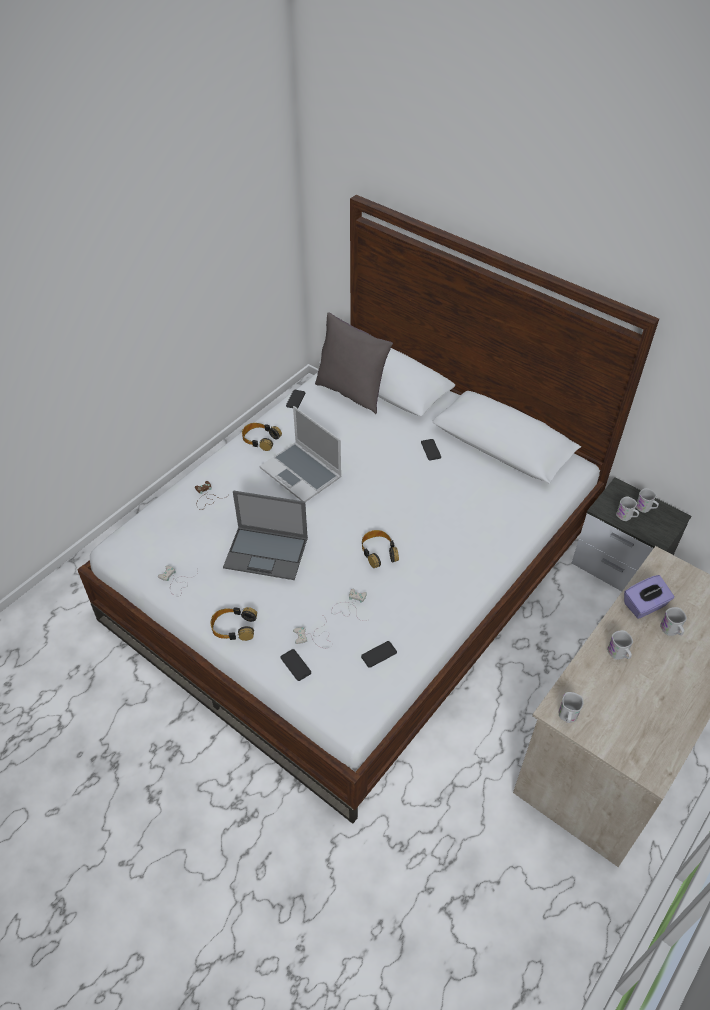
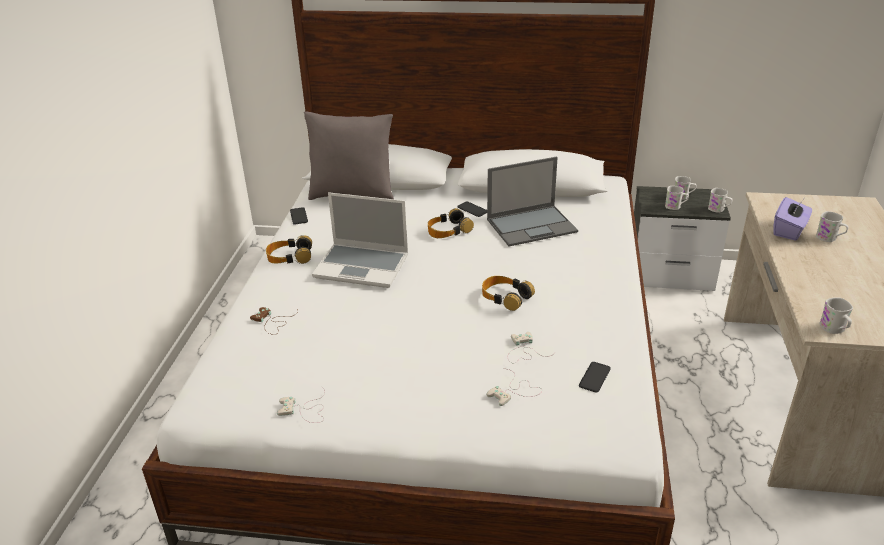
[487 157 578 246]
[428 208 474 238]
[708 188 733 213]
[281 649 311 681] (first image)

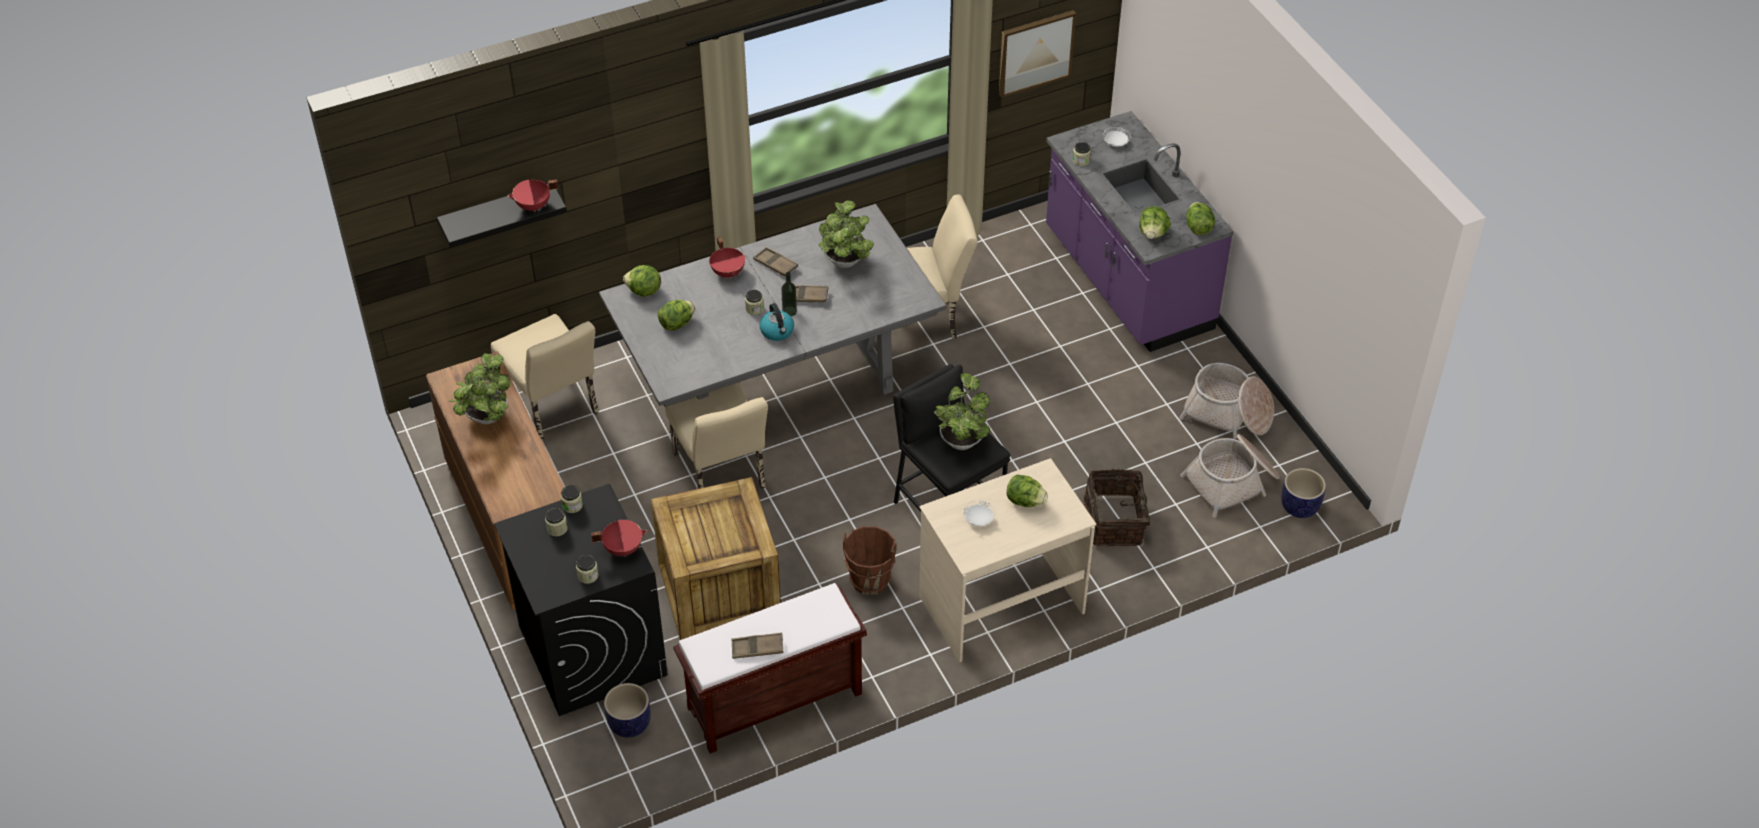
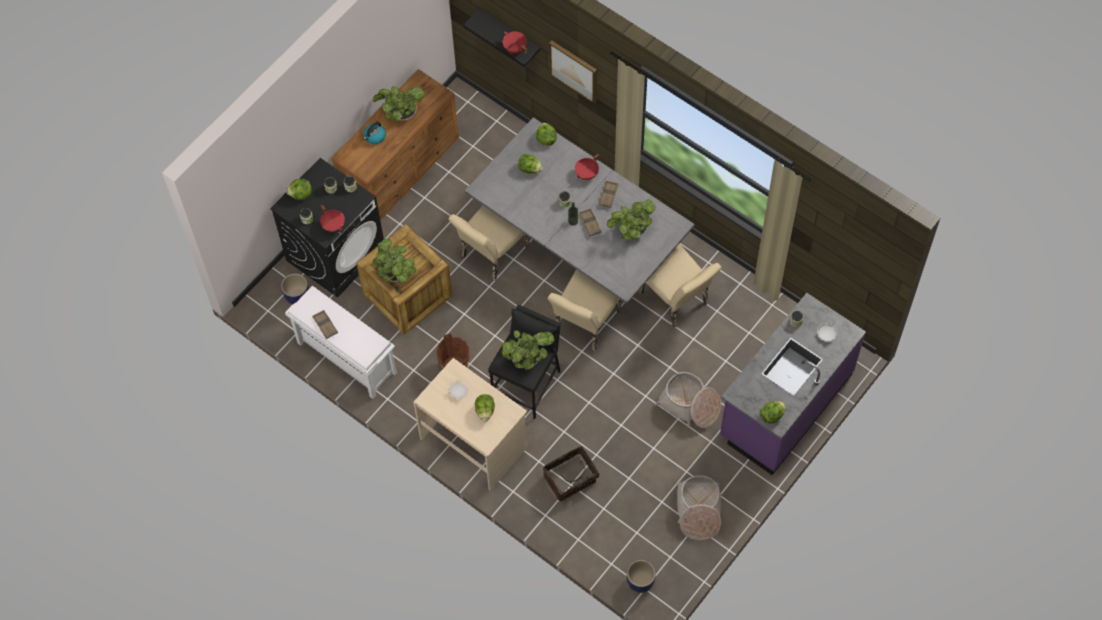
[549 41 597 103]
[286 178 312 200]
[363 122 386 144]
[548 269 621 351]
[655 372 721 428]
[285 286 397 399]
[373 239 416 283]

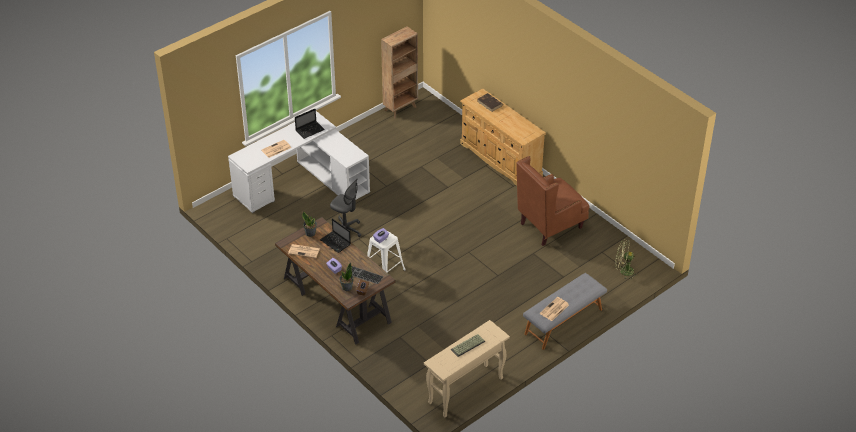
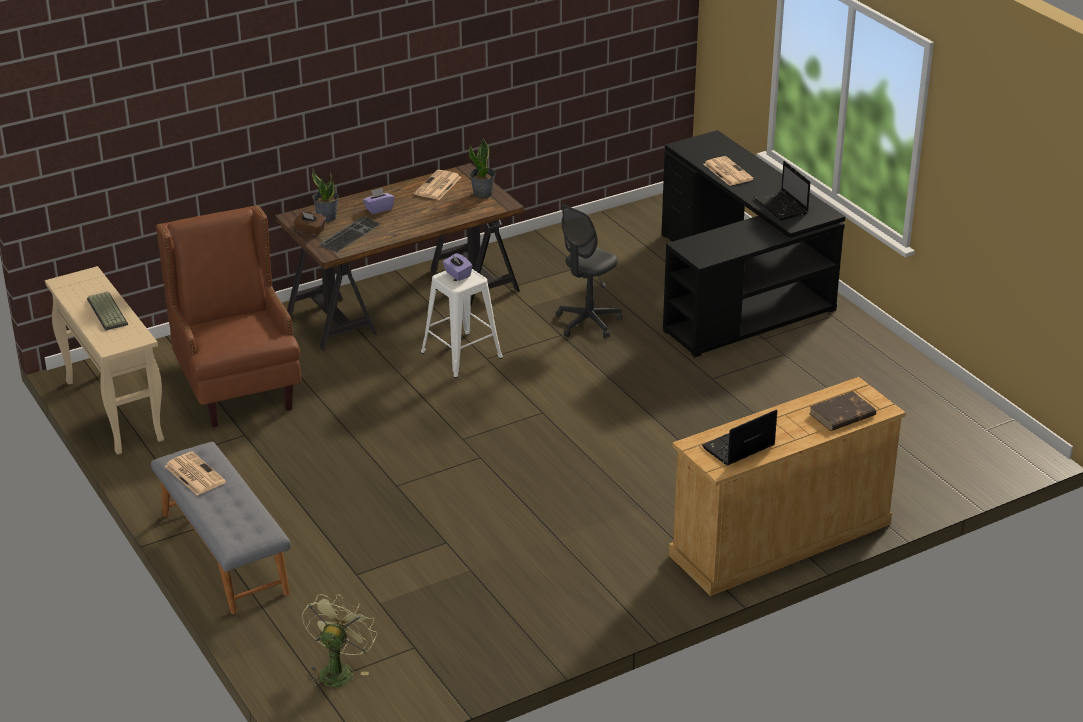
[381 26 418 119] (first image)
[661 130 846 357]
[156 206 301 427]
[702 410 777 465]

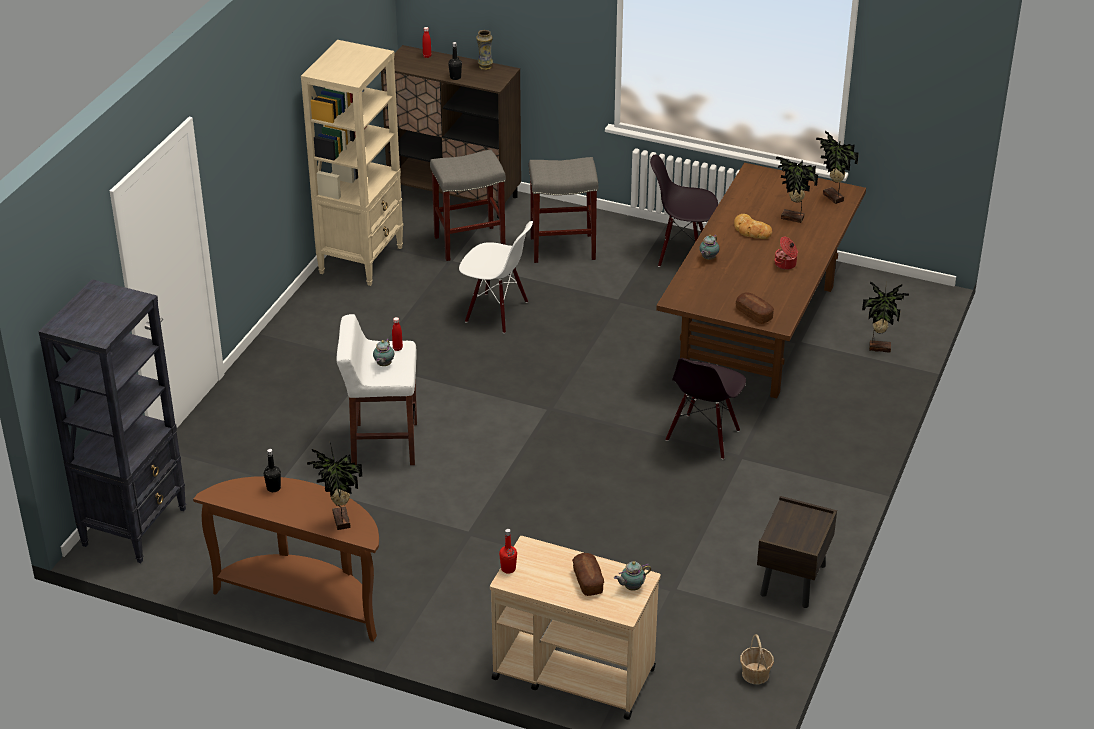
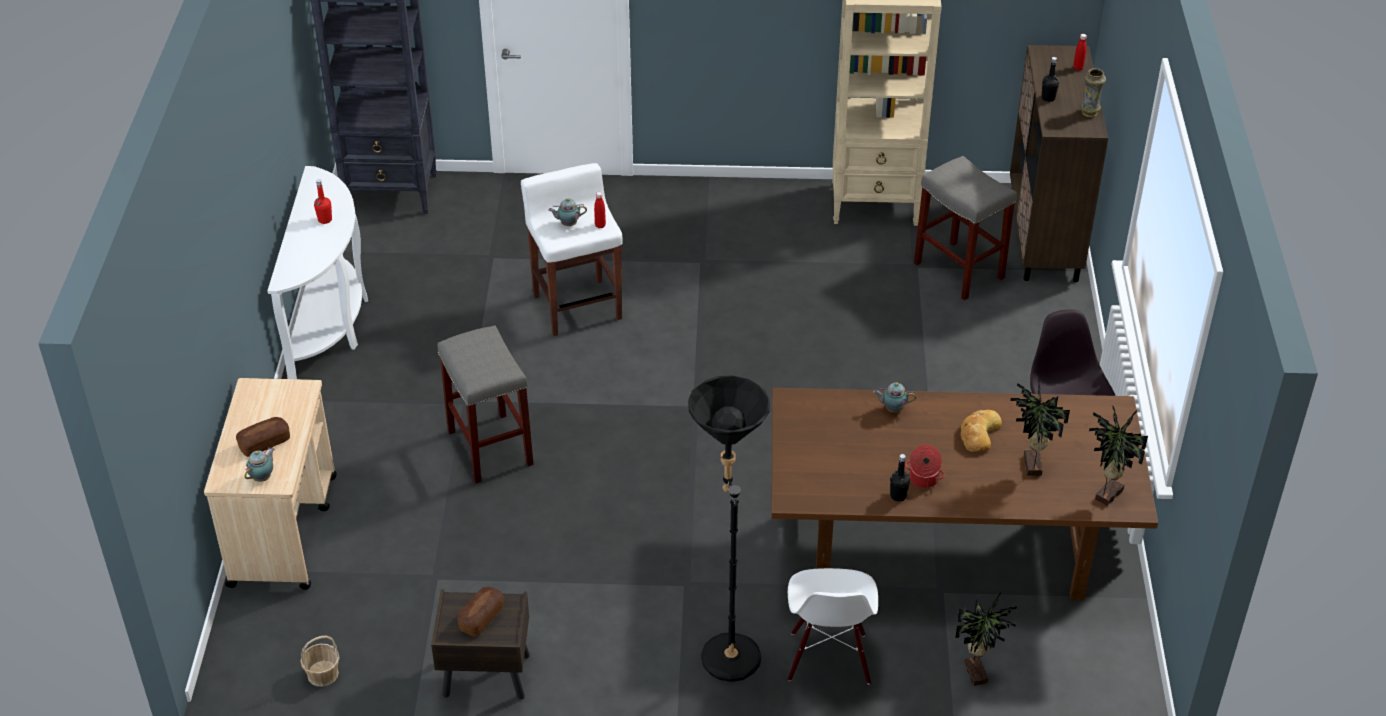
[438 326 534 483]
[788 568 878 684]
[457 587 504 637]
[666 358 746 459] (first image)
[307 443 362 530] (first image)
[890 454 910 502]
[268 166 368 379]
[314 179 332 224]
[244 448 275 482]
[688 375 770 682]

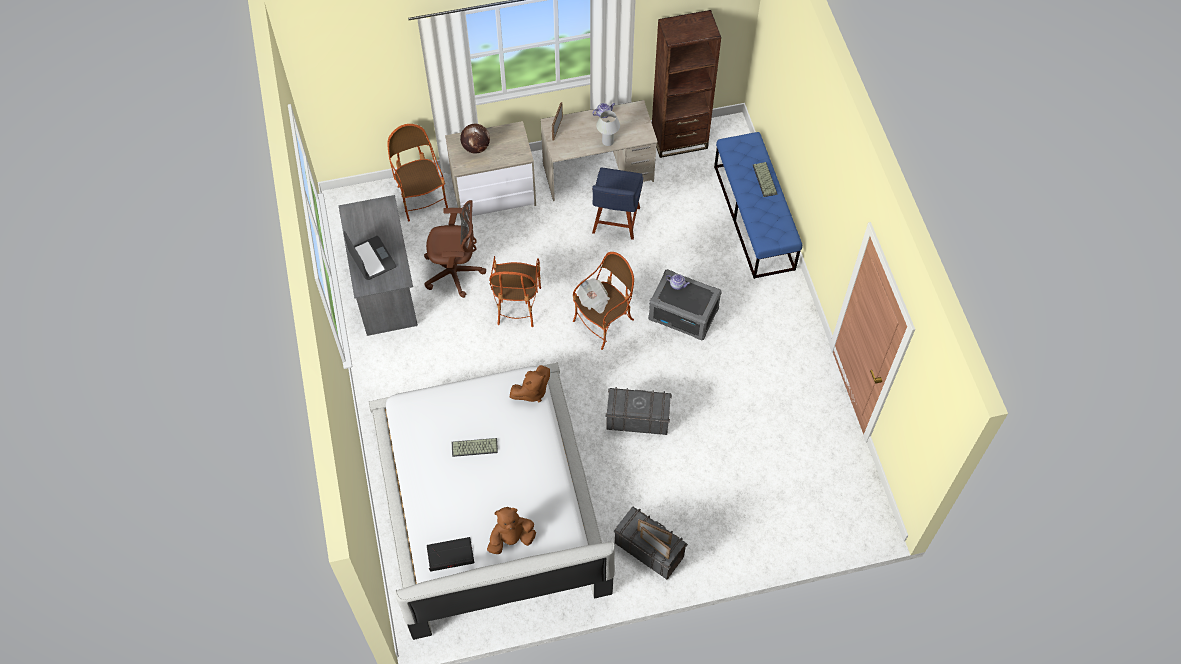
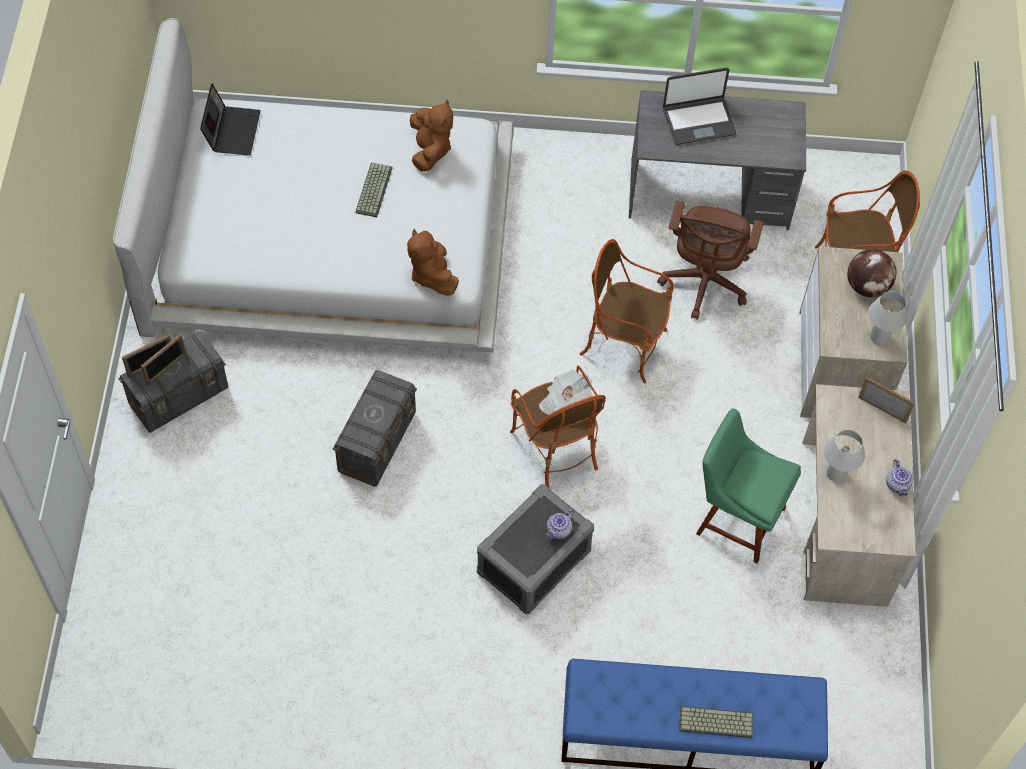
[652 10 721 158] (first image)
[696 408 801 564]
[410 100 453 172]
[868 291 908 345]

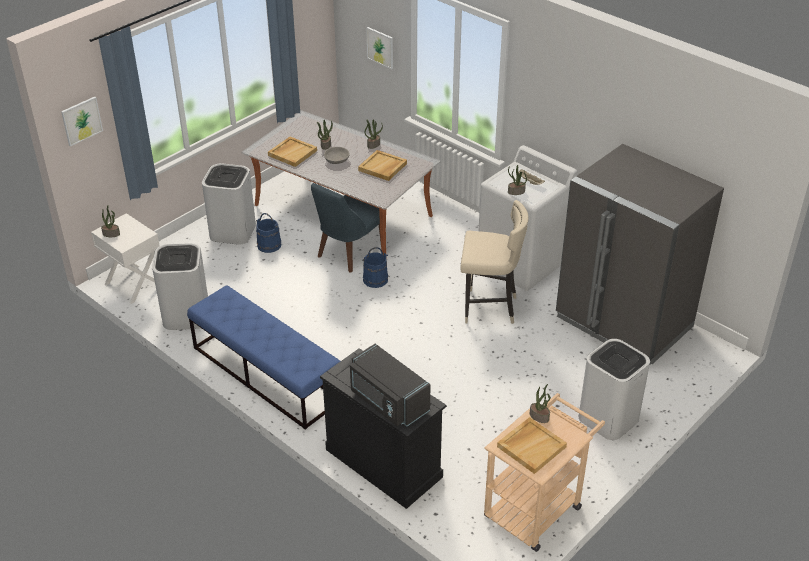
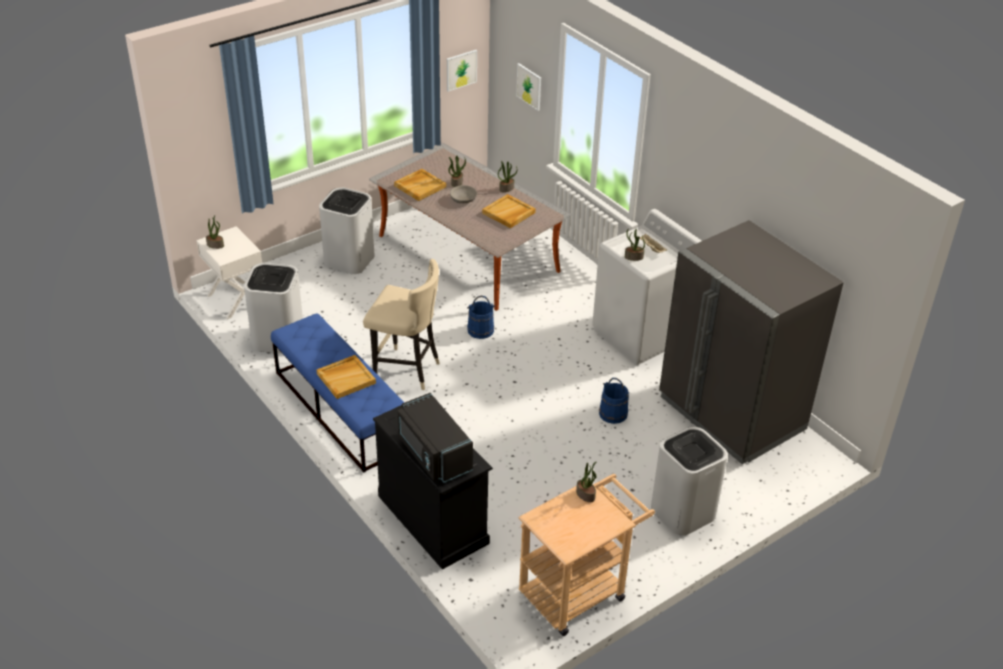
[447 50 477 92]
[311 183 381 273] (first image)
[363 259 440 390]
[599 378 629 424]
[317 355 376 399]

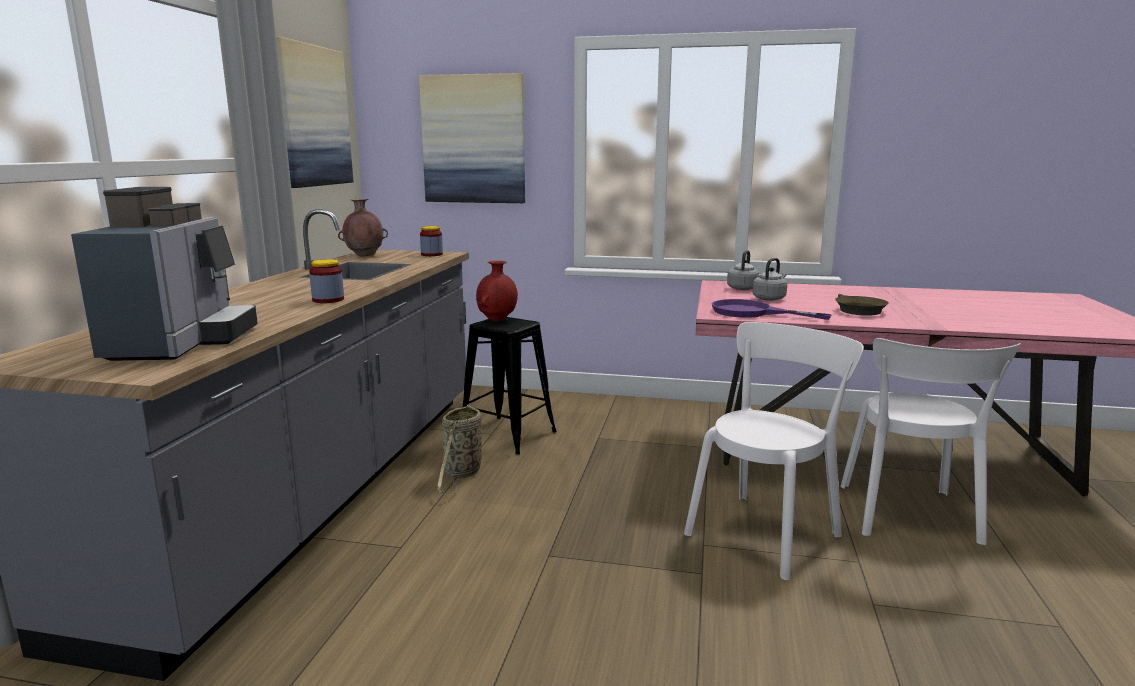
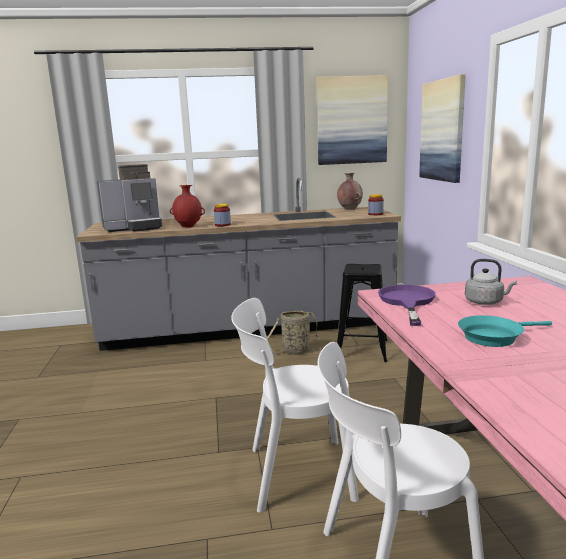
[727 250 759 290] (first image)
[170 185 205 228]
[458 315 552 347]
[231 298 359 513]

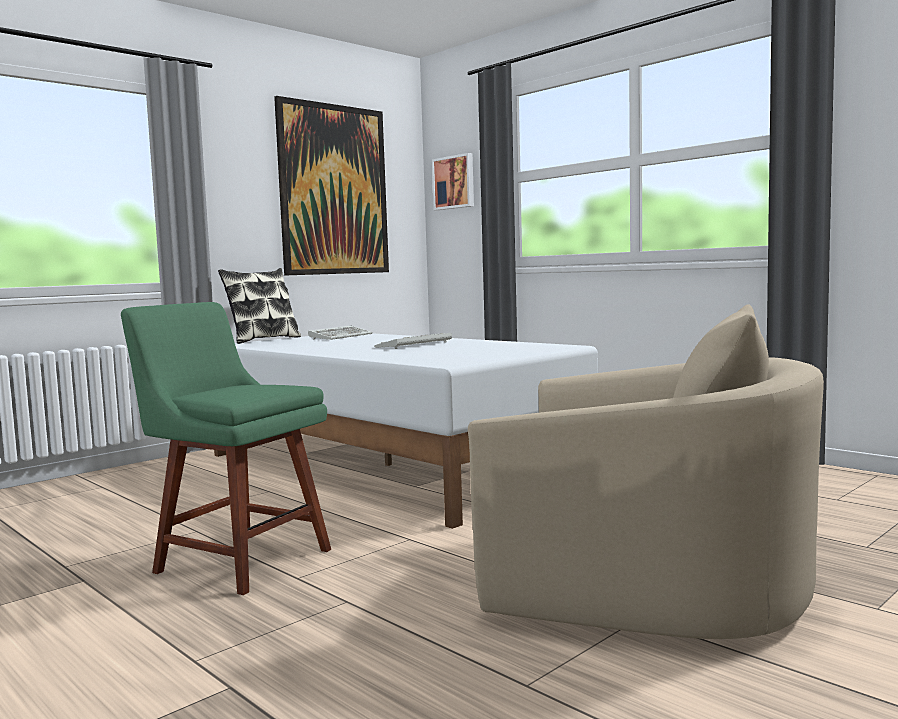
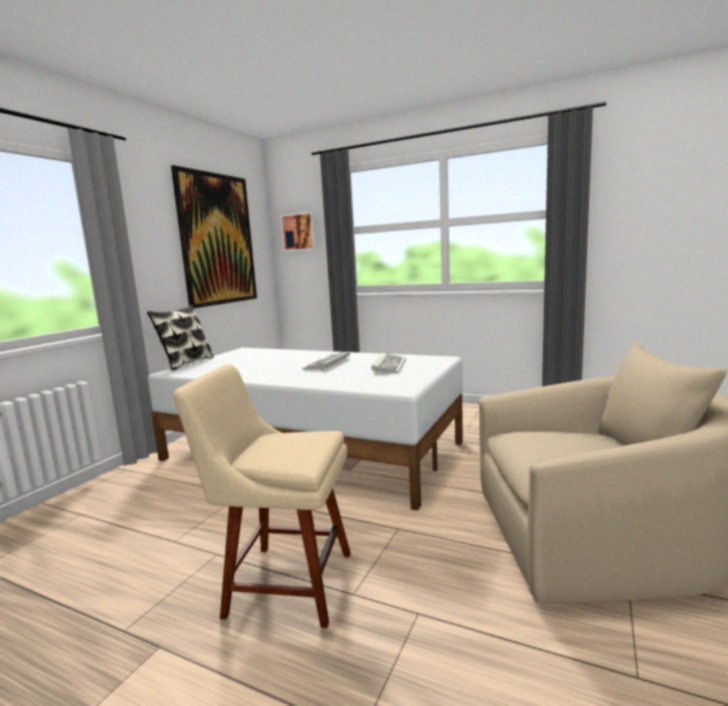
[173 364 351 628]
[371 353 406 373]

